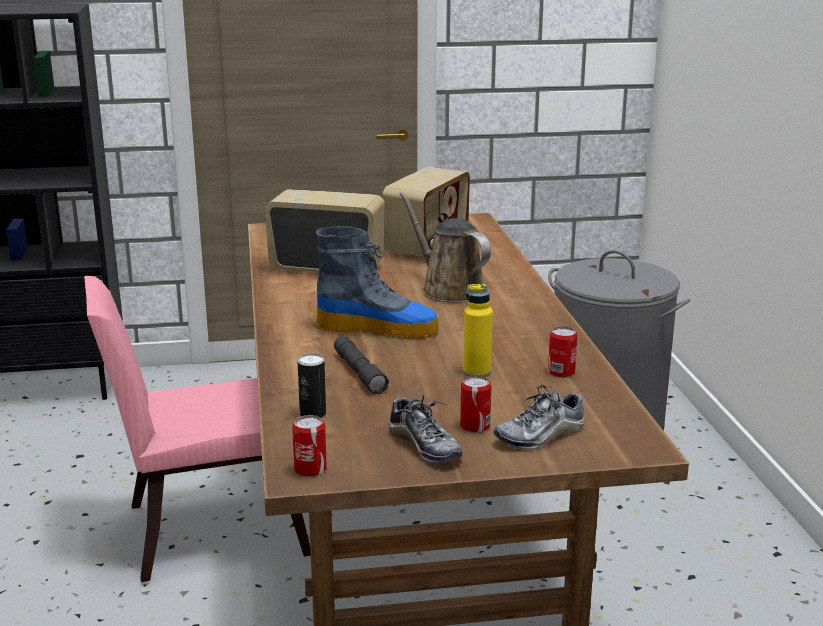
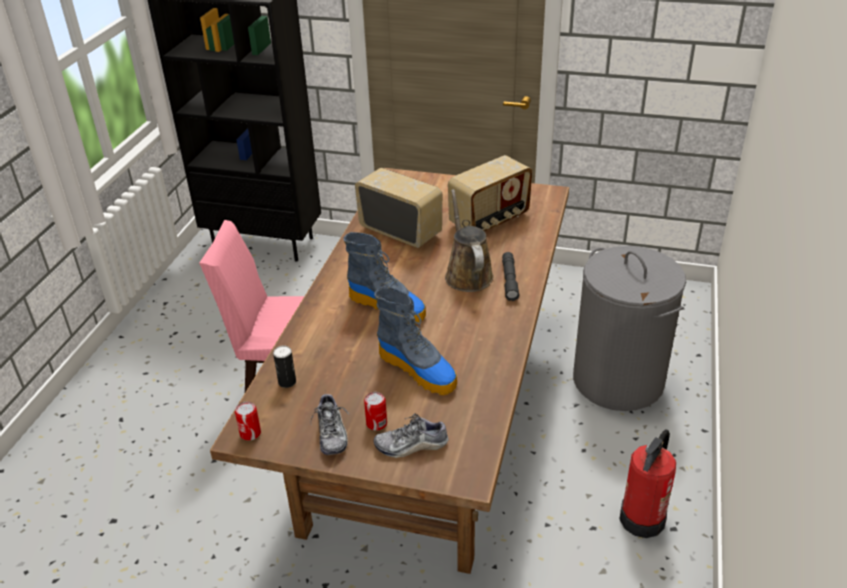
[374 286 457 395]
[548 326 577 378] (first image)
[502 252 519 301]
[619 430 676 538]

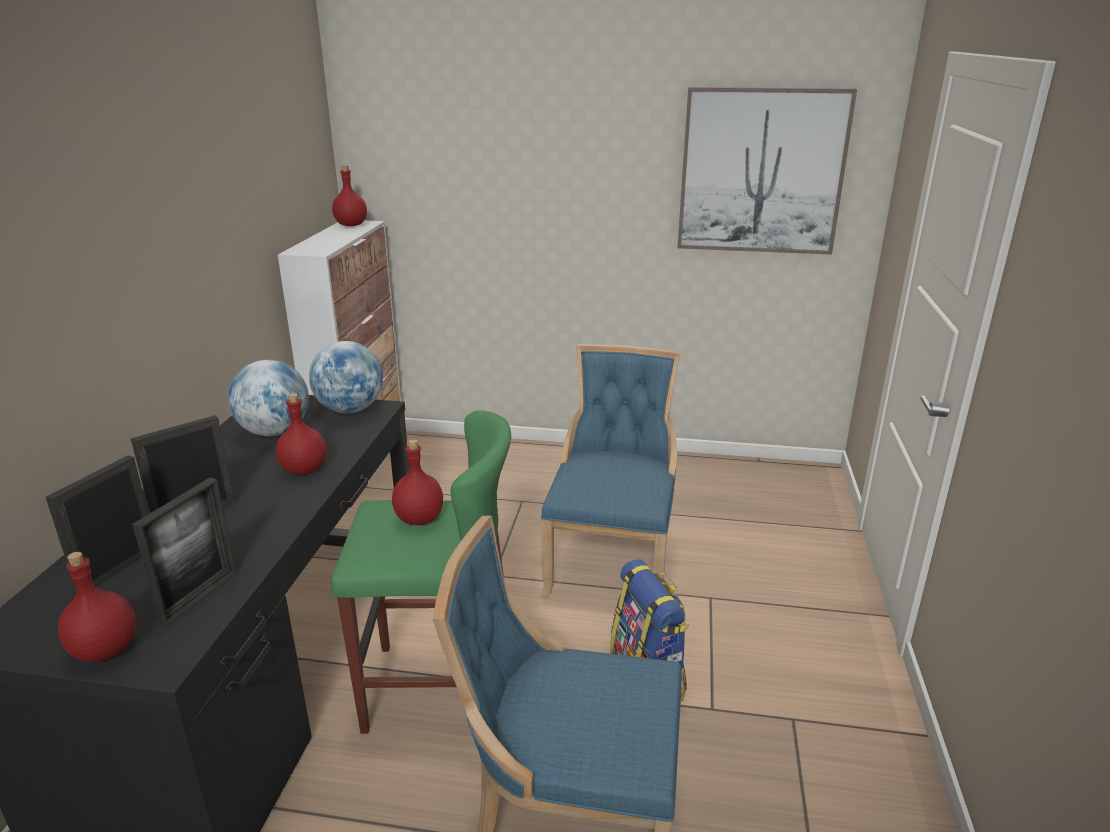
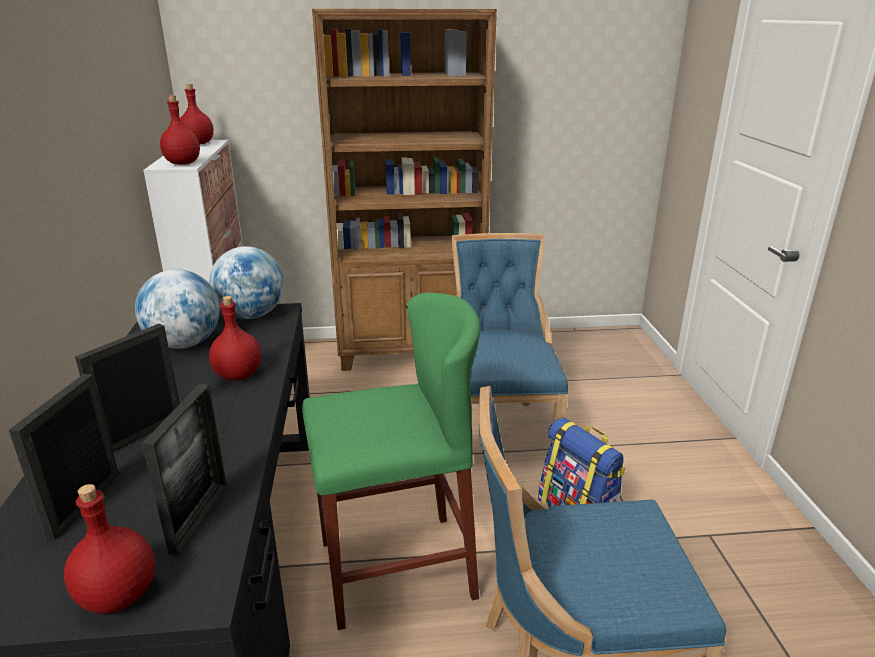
[677 87 857 255] (first image)
[160 95 200 165]
[312 9 497 371]

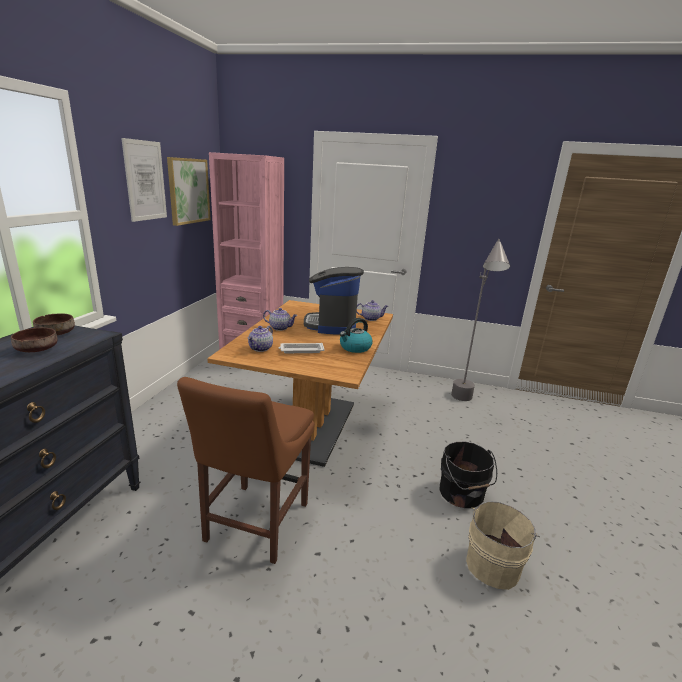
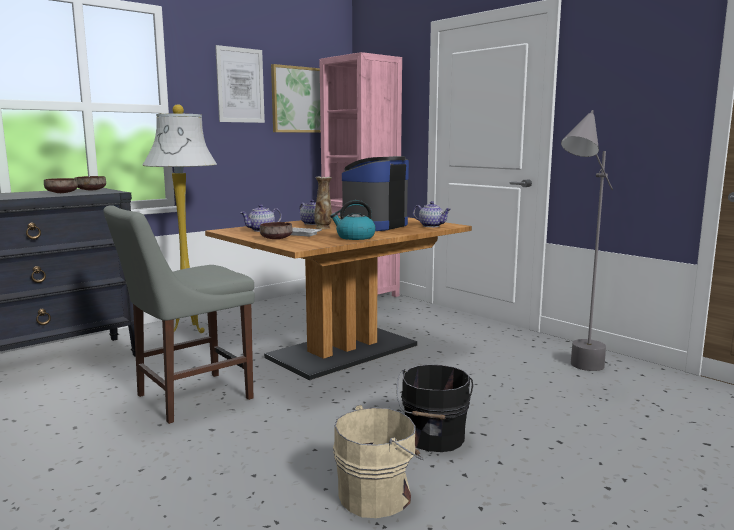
[103 205 255 424]
[143 104 217 333]
[314 177 332 229]
[260 222 292 239]

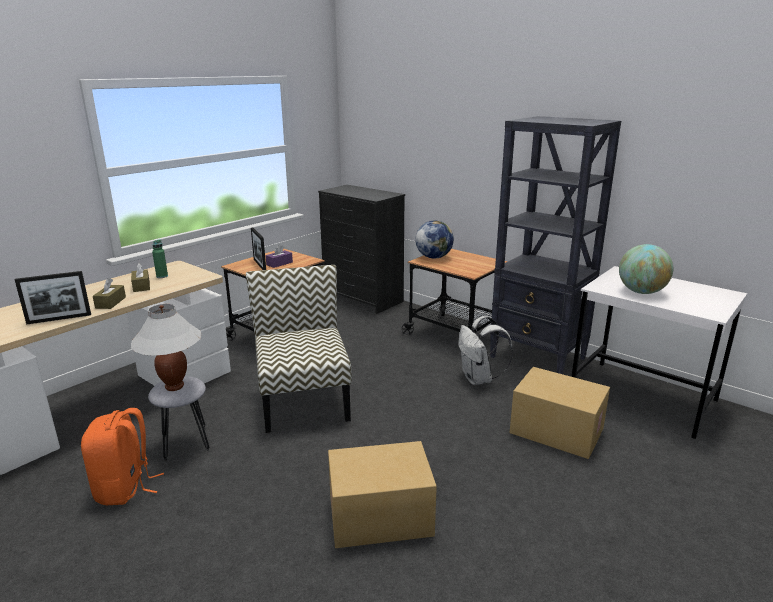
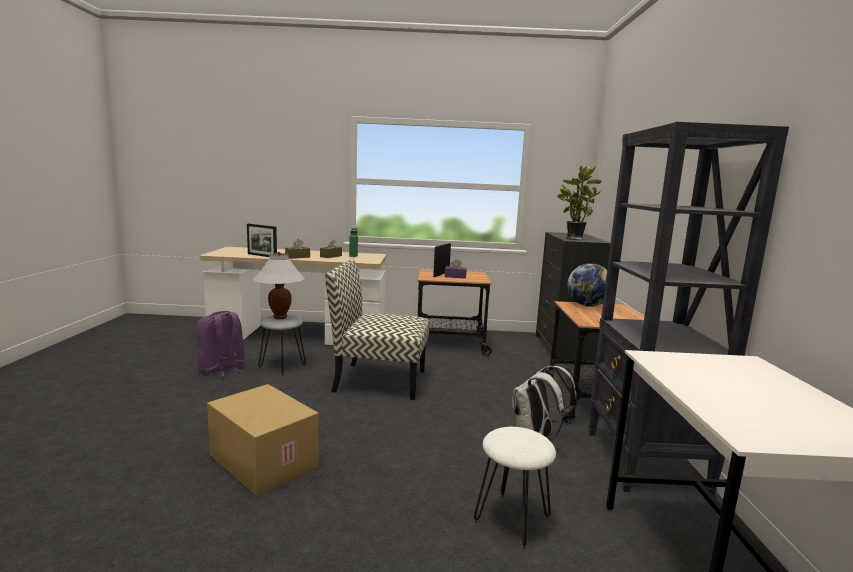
[619 244 673 294] (first image)
[325 259 429 400]
[474 427 556 549]
[196 311 245 377]
[557 165 602 240]

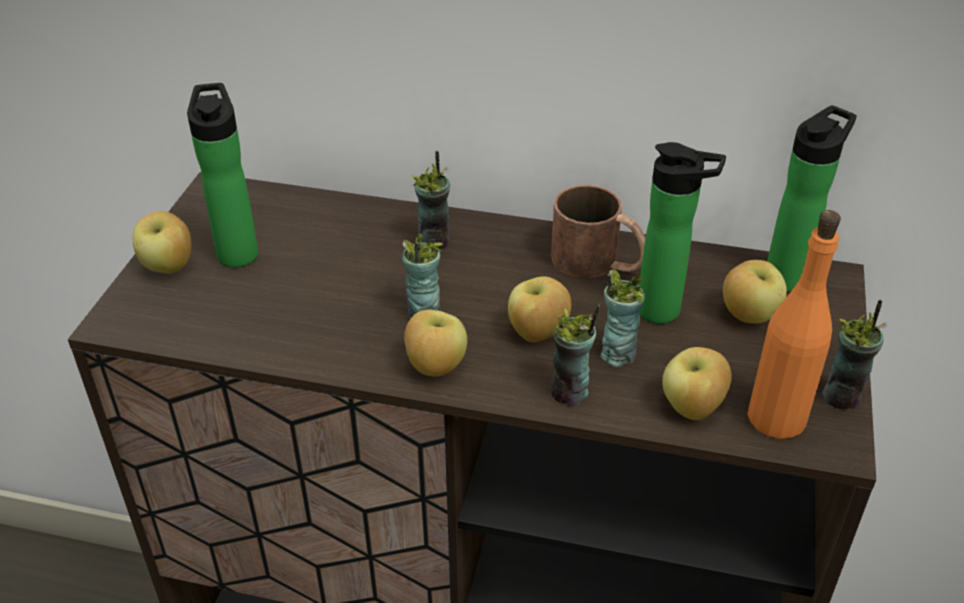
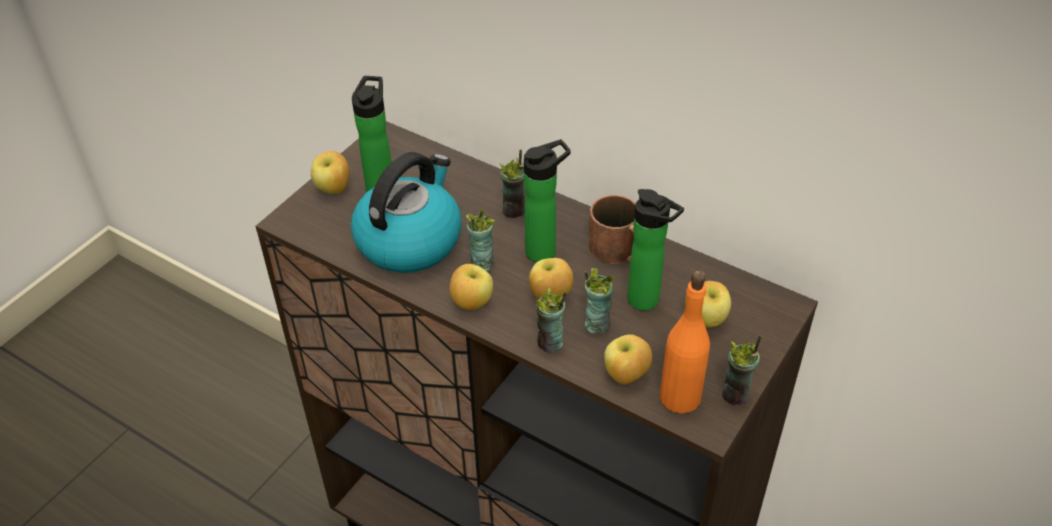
[524 139 571 262]
[351 152 462 273]

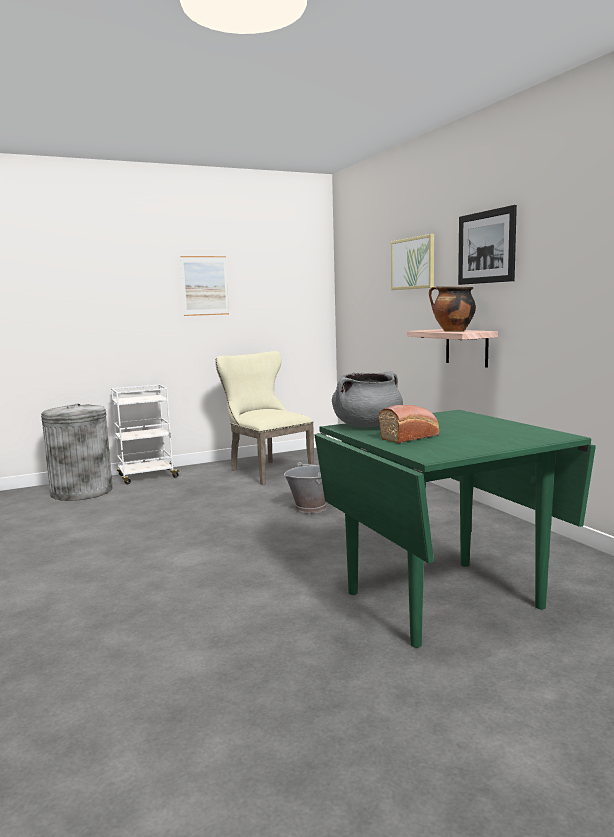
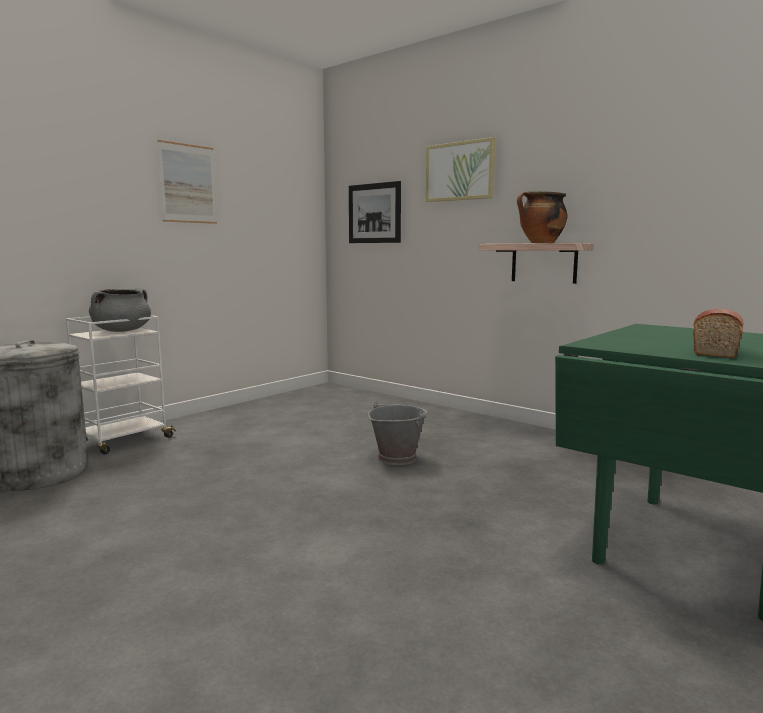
[349 181 401 243]
[215 351 314 485] (first image)
[89 288 151 332]

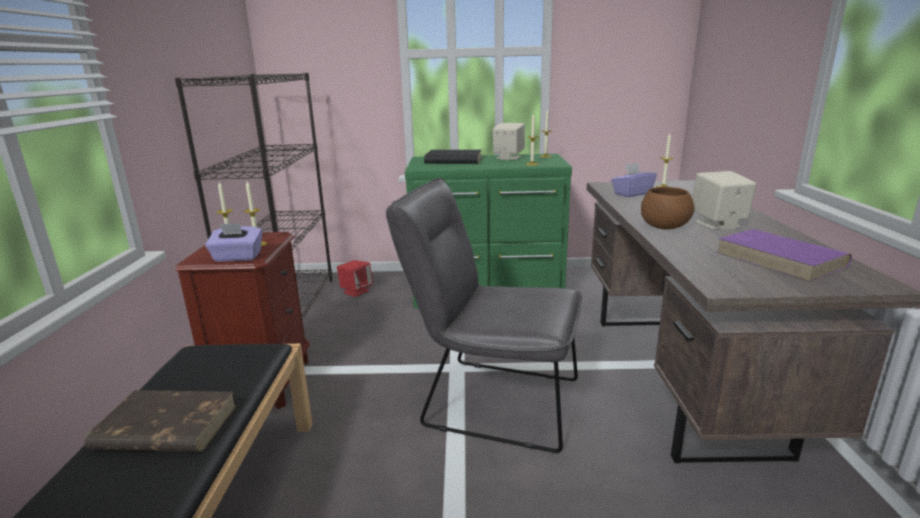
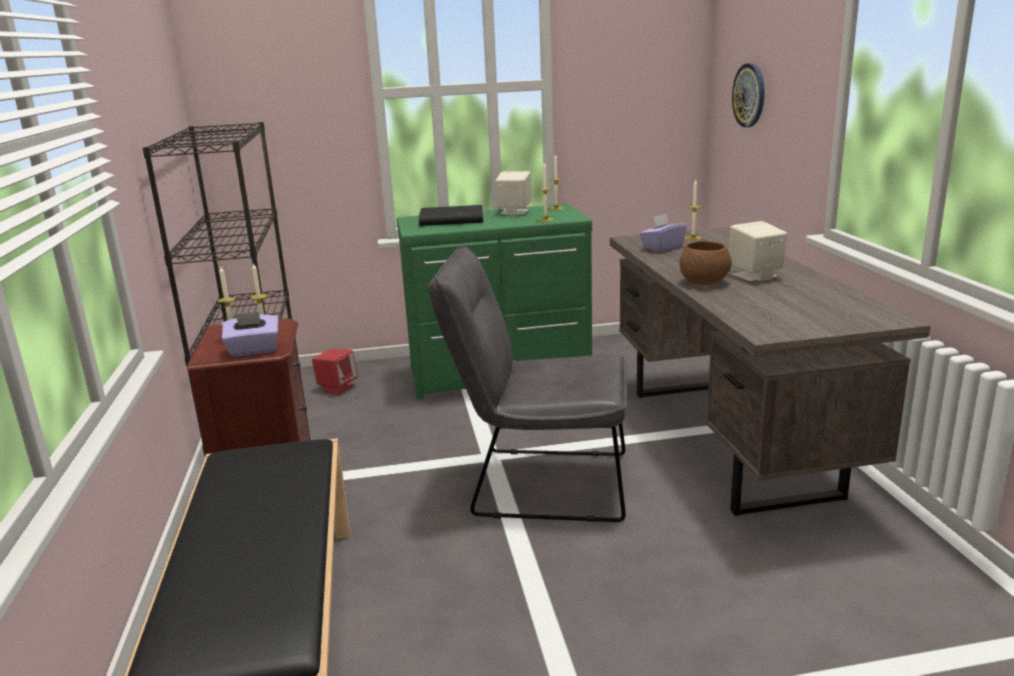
[717 229 852 282] (first image)
[84 390 237 452] (first image)
[732 63 765 127]

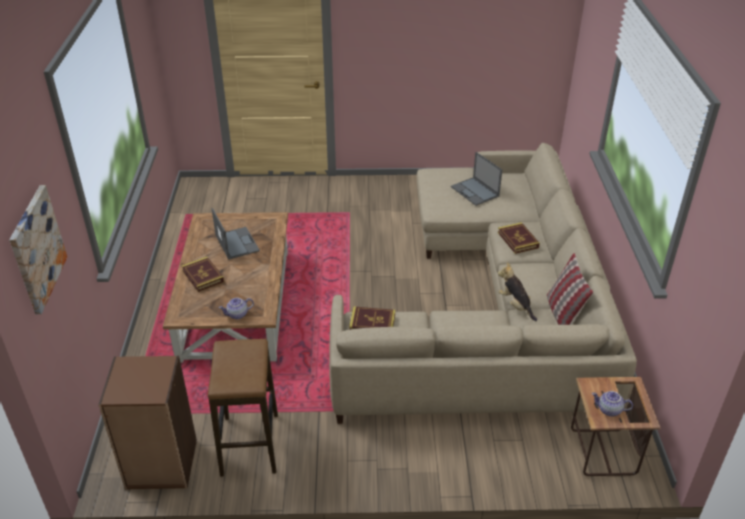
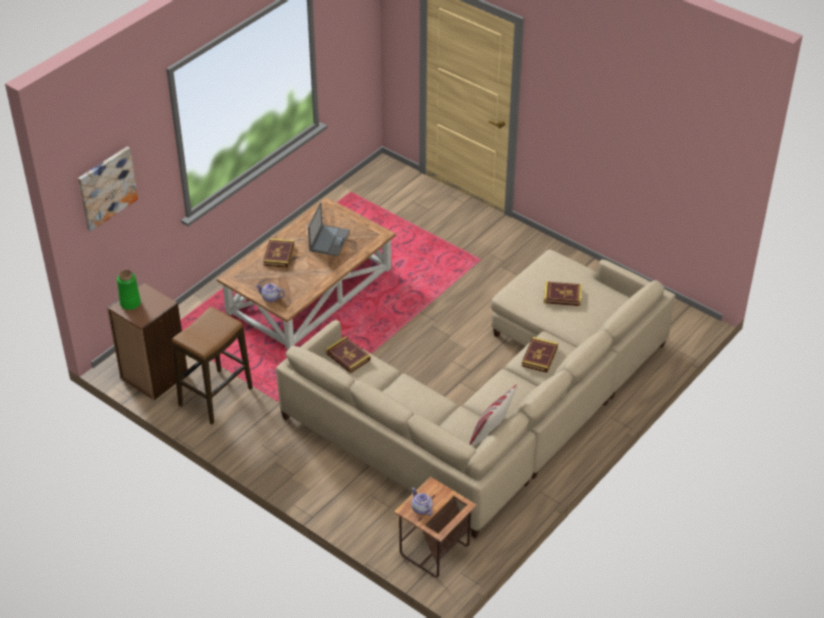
[544 281 582 306]
[498 262 537 321] (first image)
[117 270 141 310]

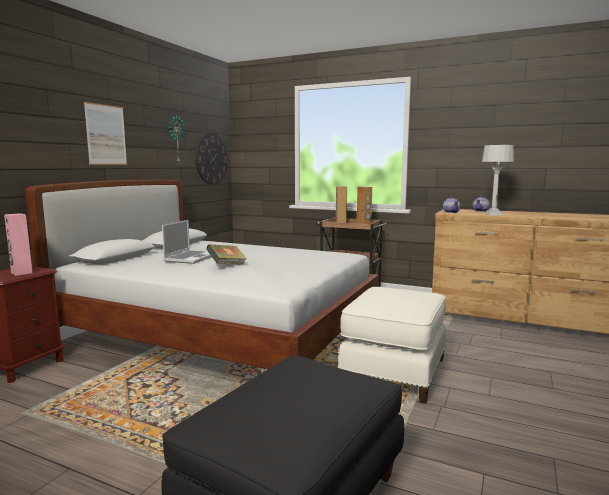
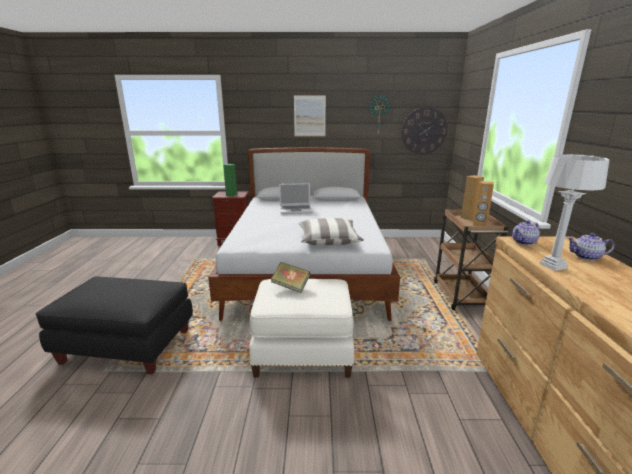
[223 164 237 196]
[271 262 310 293]
[298 218 364 245]

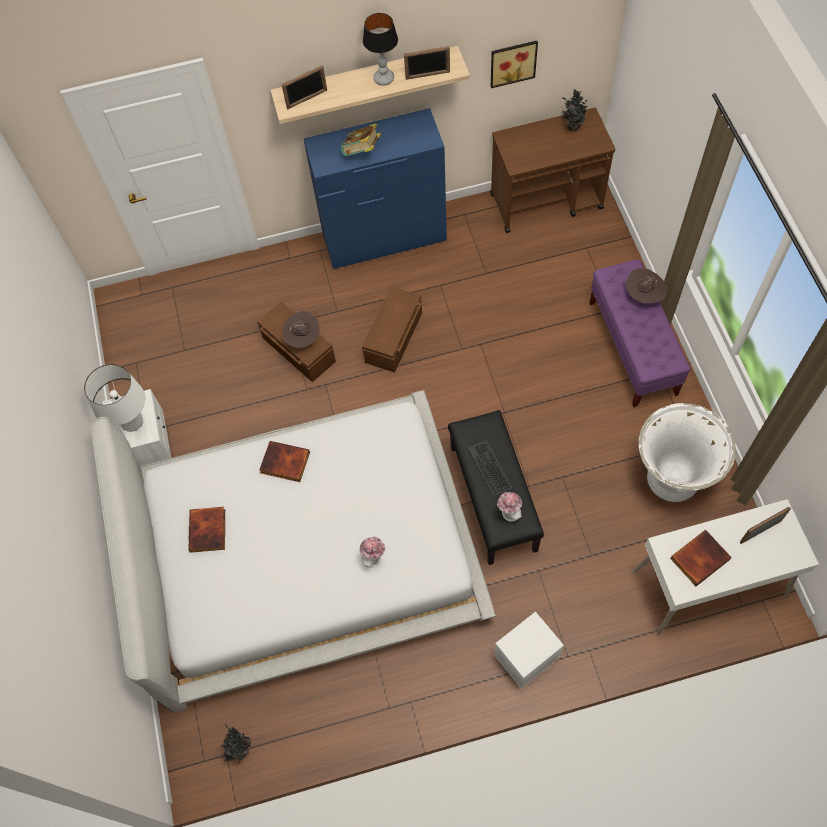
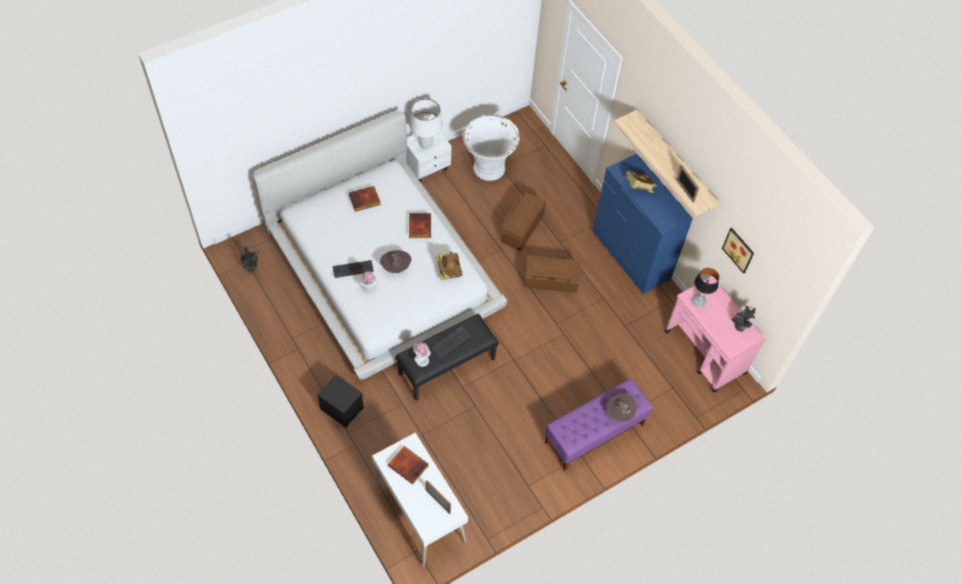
[692 268 719 307]
[282 65 327 109] (first image)
[665 277 765 392]
[380 250 411 273]
[463 115 520 181]
[317 375 364 428]
[436 252 463 280]
[333 260 374 278]

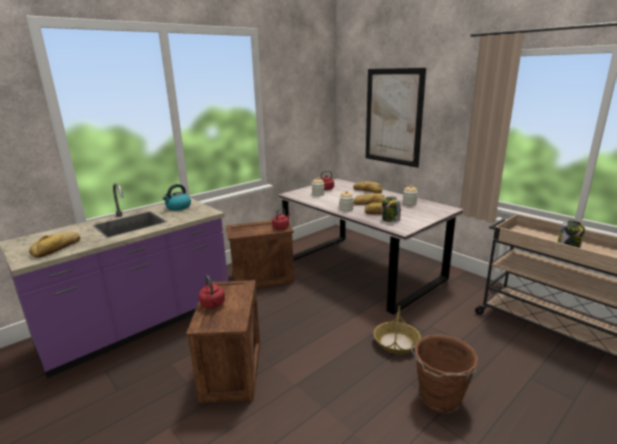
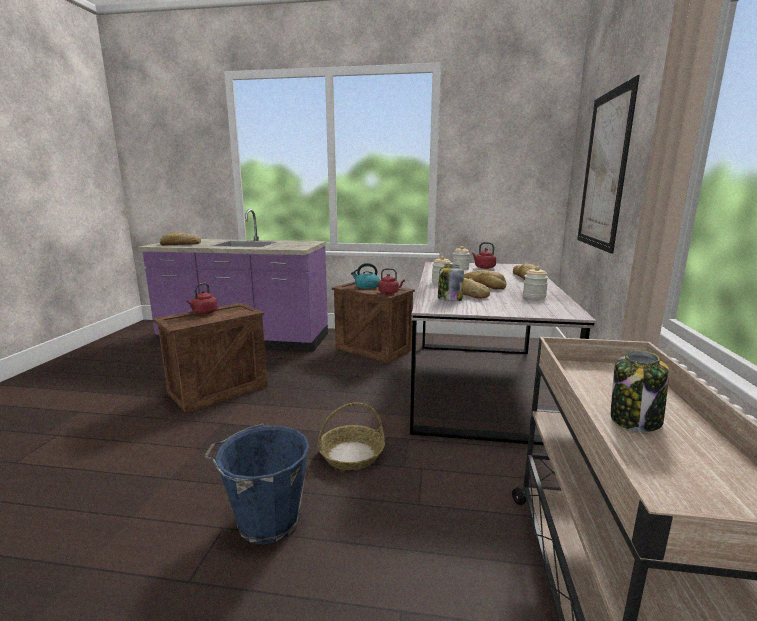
[351 263 380 289]
[204 424 310 545]

